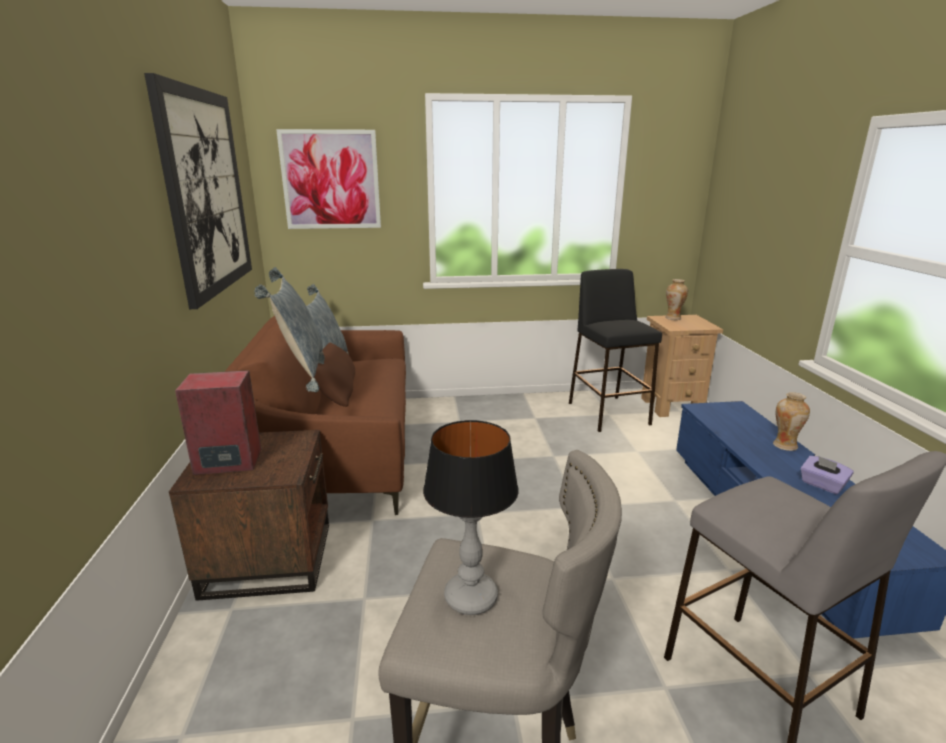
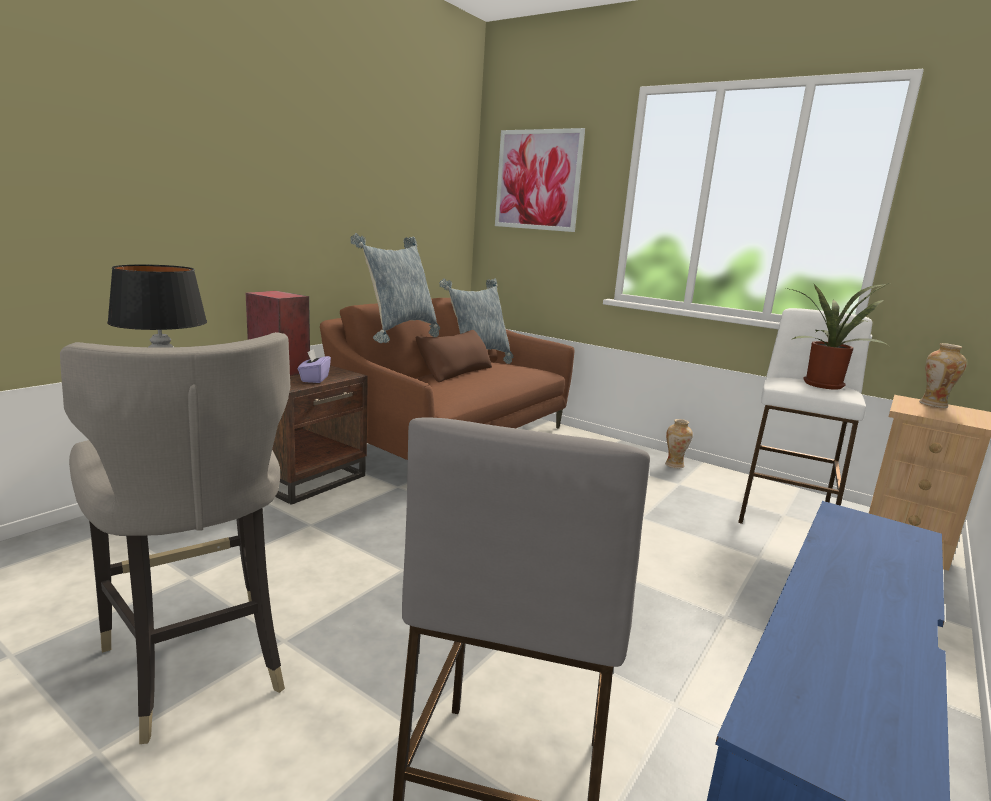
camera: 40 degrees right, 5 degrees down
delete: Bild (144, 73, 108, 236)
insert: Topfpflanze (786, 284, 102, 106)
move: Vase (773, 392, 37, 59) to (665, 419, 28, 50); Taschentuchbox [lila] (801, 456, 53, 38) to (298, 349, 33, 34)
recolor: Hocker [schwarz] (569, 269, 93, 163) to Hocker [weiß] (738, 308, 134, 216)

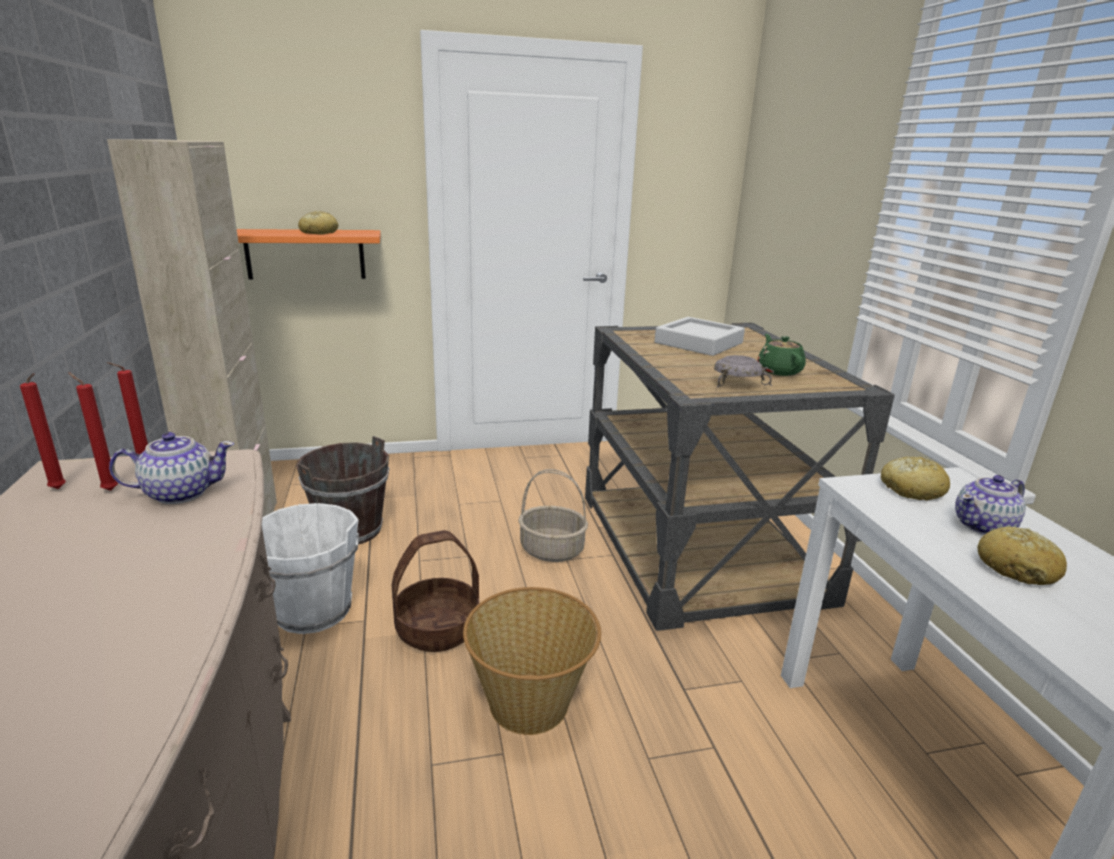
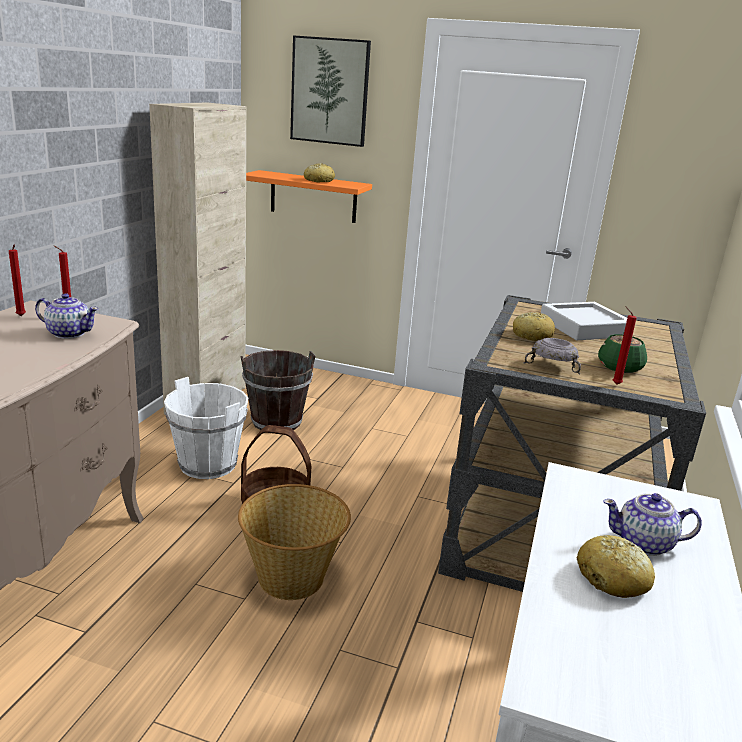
camera: 30 degrees right, 0 degrees up
delete: Korb (518, 469, 70, 93)
insert: Bild (290, 35, 81, 112)
move: Kerze [rot] (68, 372, 50, 119) to (613, 306, 24, 79); Brot (881, 457, 69, 44) to (513, 312, 42, 29)

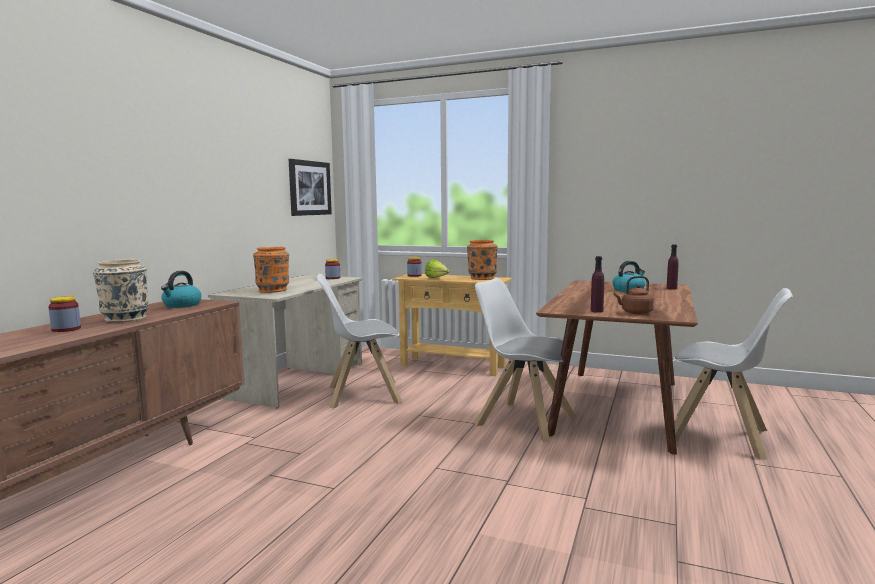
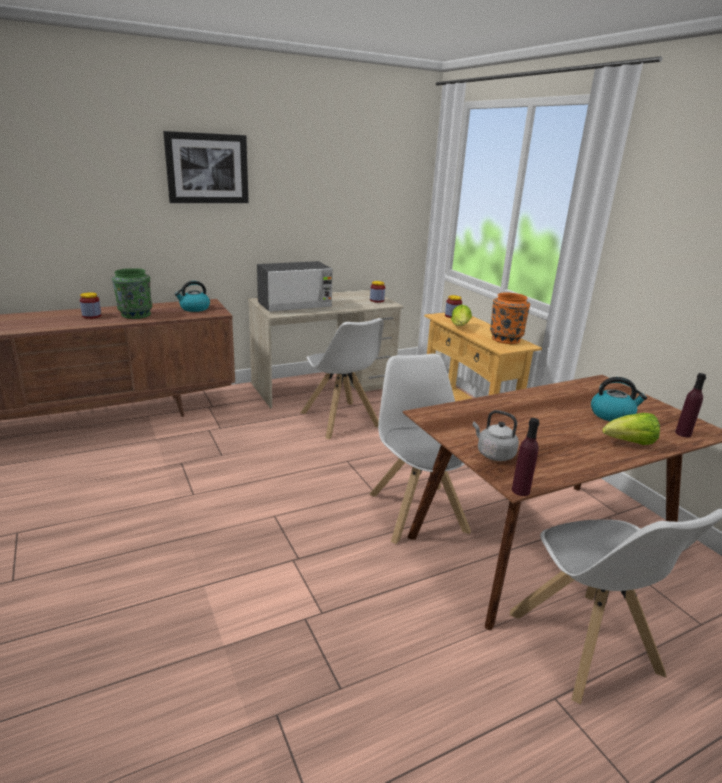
camera: 40 degrees right, 15 degrees up
insert: Salatkopf (602, 413, 58, 32)
move: Bild (289, 159, 43, 57) to (163, 131, 86, 72); Flasche [lila] (591, 256, 13, 57) to (512, 418, 28, 78)
replace: Vase [orange] (253, 247, 36, 46) to Mikrowelle (257, 261, 76, 51)
recolor: Vase [beige] (93, 259, 56, 64) to Vase [grün] (112, 268, 40, 51); Wasserkessel [braun] (614, 276, 40, 38) to Wasserkessel [grau] (473, 410, 46, 51)
rotate: Stuhl (315, 274, 87, 134) = (301, 318, 83, 121) 150 degrees counterclockwise

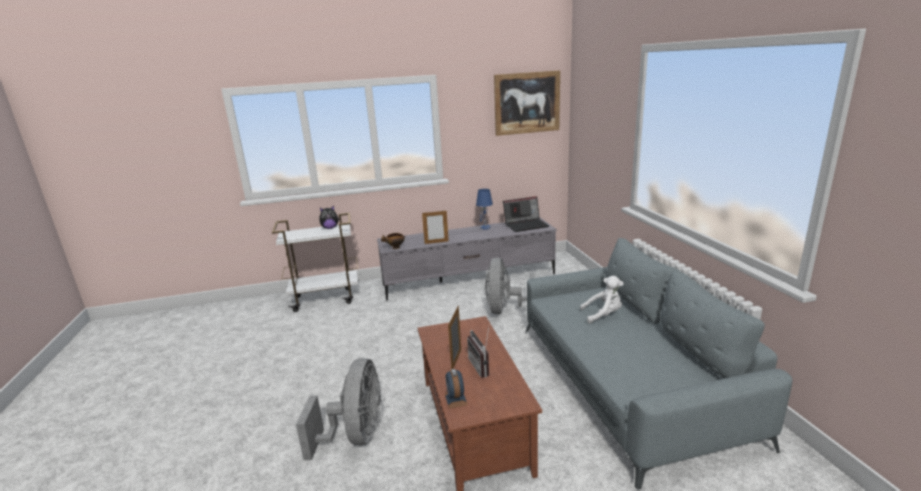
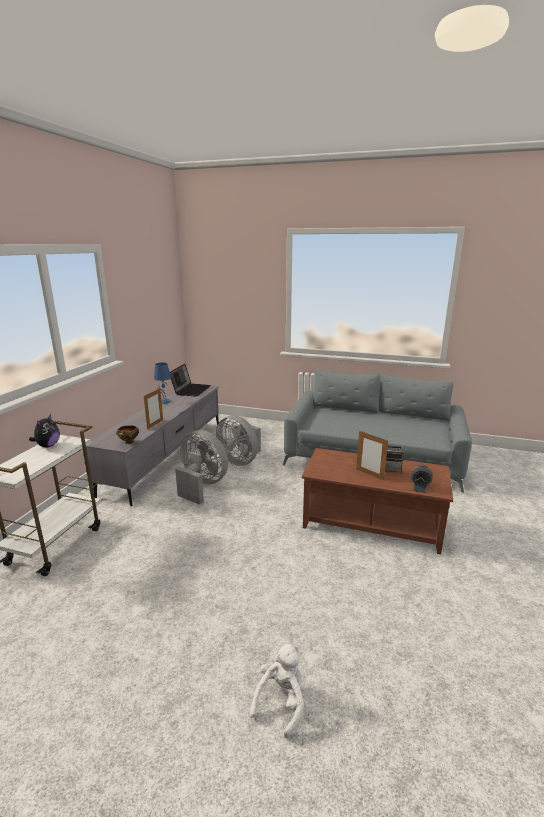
camera: 60 degrees left, 0 degrees up
delete: Bild (494, 70, 66, 66)
move: Plüschtier [weiß] (580, 276, 43, 48) to (249, 644, 55, 95); Ventilator [grau] (296, 358, 85, 102) to (175, 430, 53, 75)

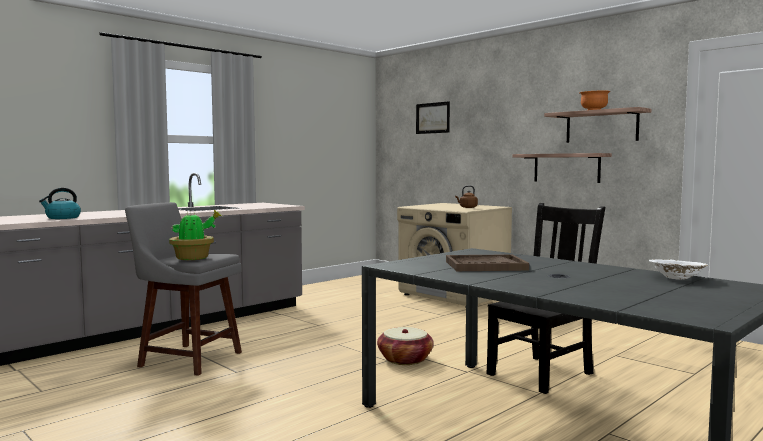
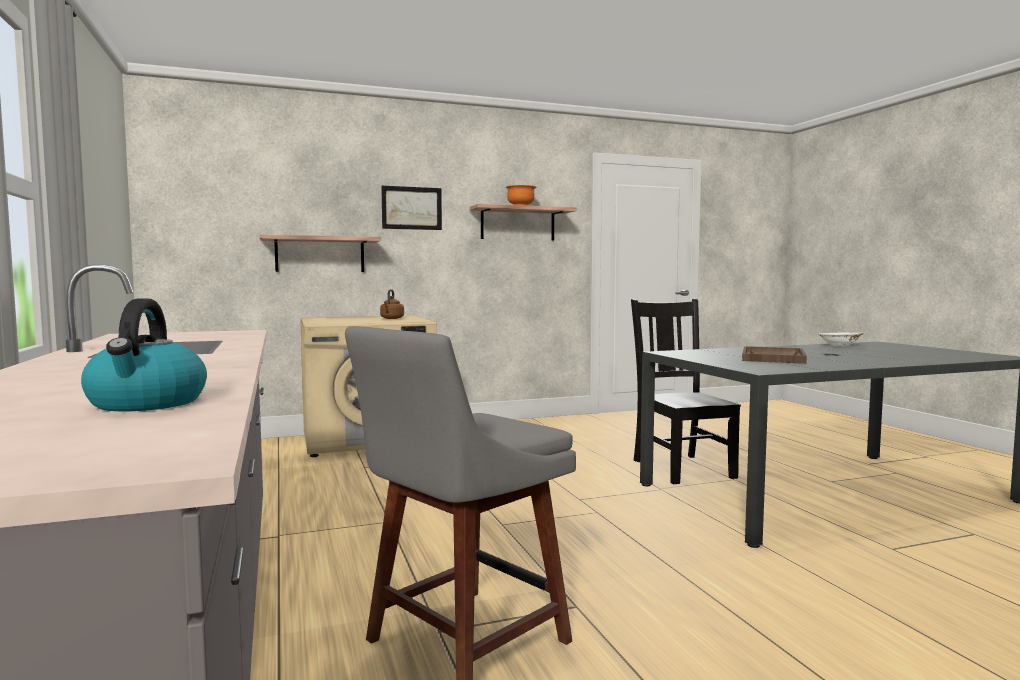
camera: 65 degrees left, 0 degrees up
delete: Topfpflanze (169, 210, 53, 50); Korb (377, 327, 57, 38)
move: Bild (416, 101, 34, 33) to (381, 186, 61, 44); Wandregal (513, 153, 99, 30) to (260, 234, 121, 38)

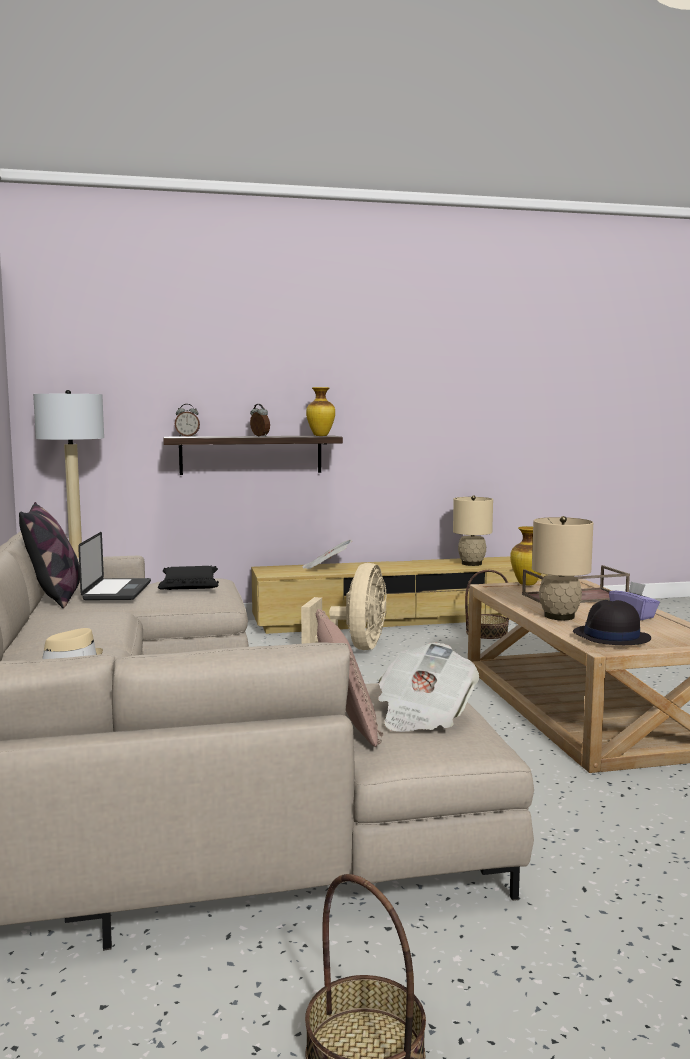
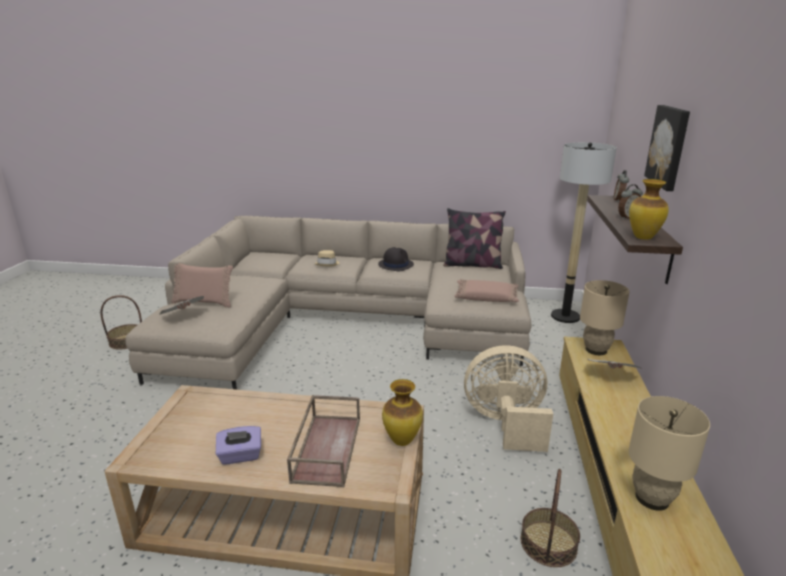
camera: 110 degrees right, 15 degrees up
delete: Laptop (78, 532, 73, 68)
insert: Bild (644, 105, 46, 86)
move: Tischlampe [beige] (532, 516, 61, 104) to (580, 280, 50, 75); Hut [schwarz] (573, 600, 78, 45) to (378, 247, 36, 24)
recolor: Kissen [schwarz] (158, 566, 61, 24) to Kissen [beige] (454, 279, 65, 23)
rotate: Ventilator [beige] (301, 563, 86, 87) = (464, 345, 89, 107) 150 degrees clockwise

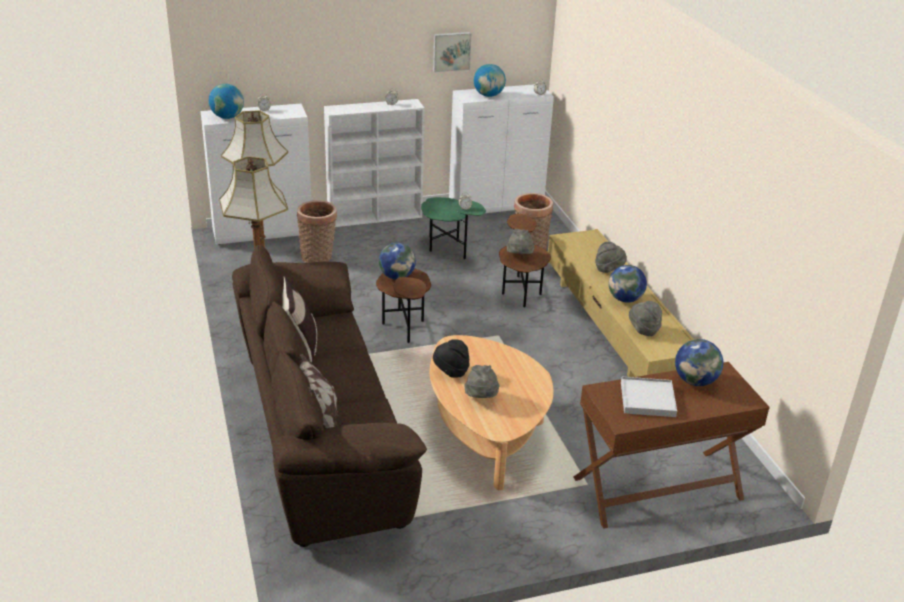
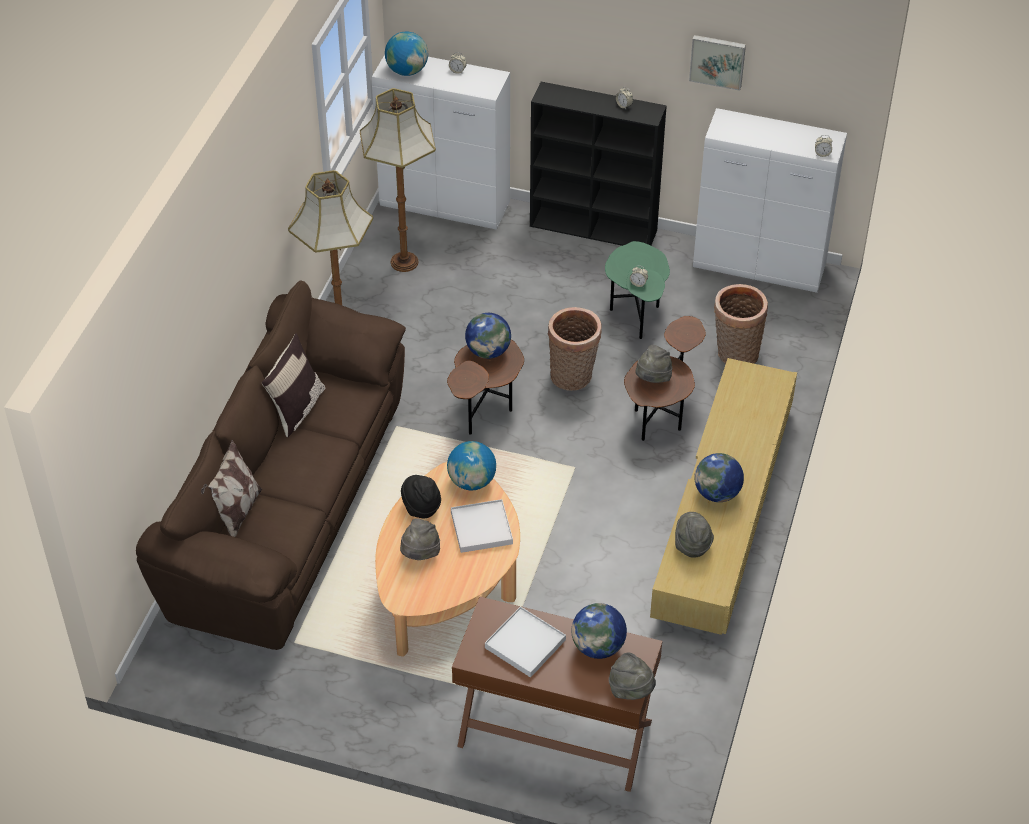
camera: 35 degrees right, 15 degrees up
insert: Tablett [weiß] (451, 499, 62, 54)
move: Globus (474, 64, 32, 33) to (447, 441, 49, 50); Korb (297, 200, 40, 63) to (547, 307, 55, 84); Hut [grau] (595, 242, 32, 31) to (609, 652, 47, 48)
recolor: Bücherregal [weiß] (324, 99, 101, 128) to Bücherregal [schwarz] (530, 82, 137, 164)

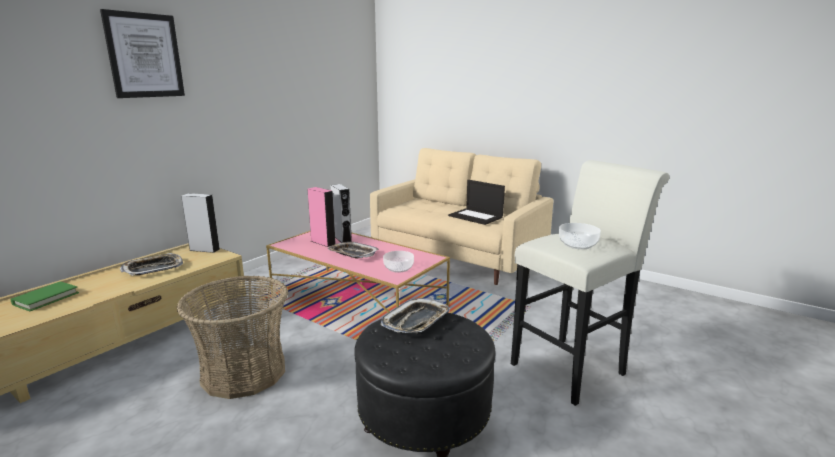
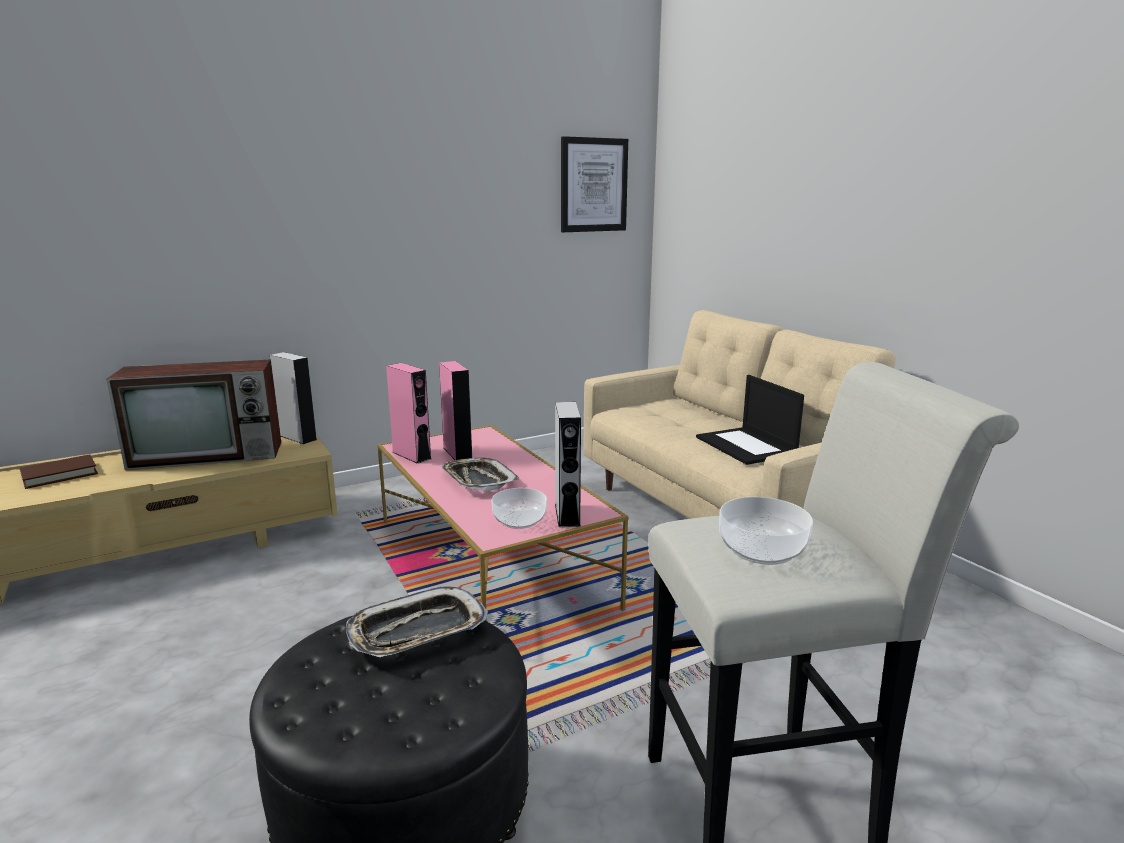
camera: 25 degrees right, 0 degrees up
delete: Korb (177, 276, 111, 123)
insert: Lautsprecher [rosa] (386, 363, 45, 100)
move: Bild (100, 9, 85, 89) to (561, 136, 67, 96); Lautsprecher [grau] (331, 184, 21, 59) to (555, 402, 26, 125)
replace: Tablett (120, 253, 63, 23) to Fernseher (106, 359, 175, 111)
recolor: Buch [grün] (10, 281, 69, 30) to Buch [braun] (20, 454, 78, 35)

